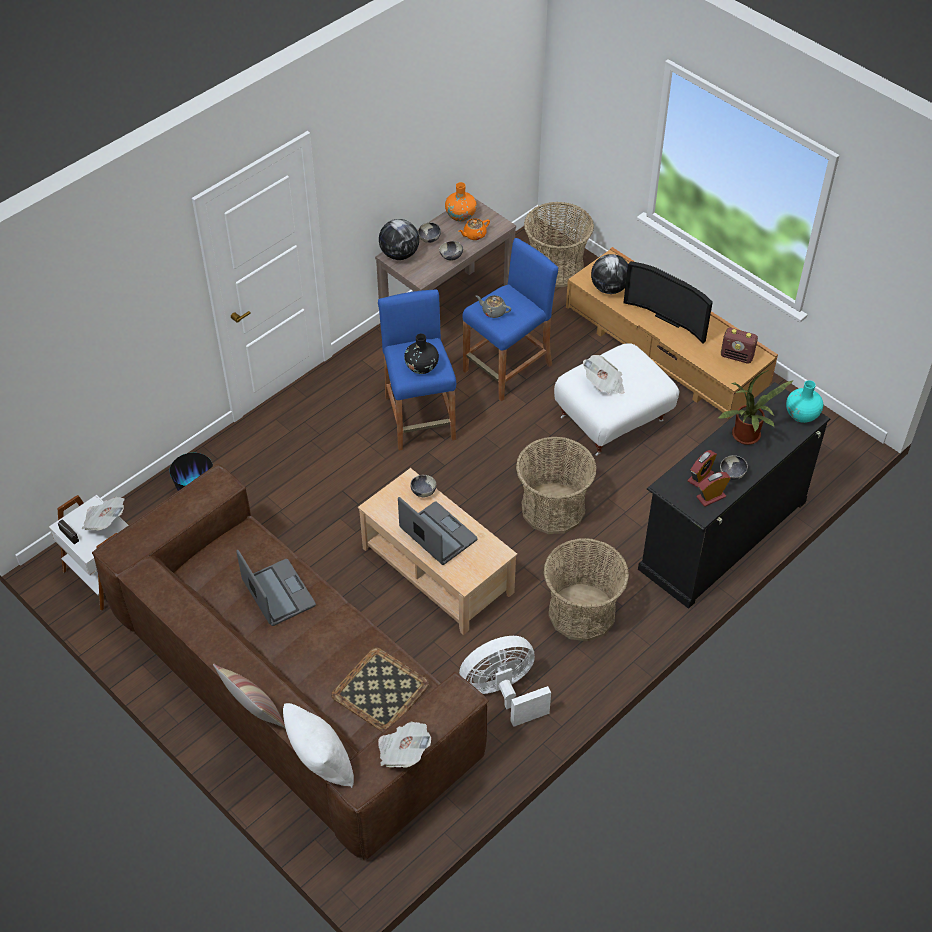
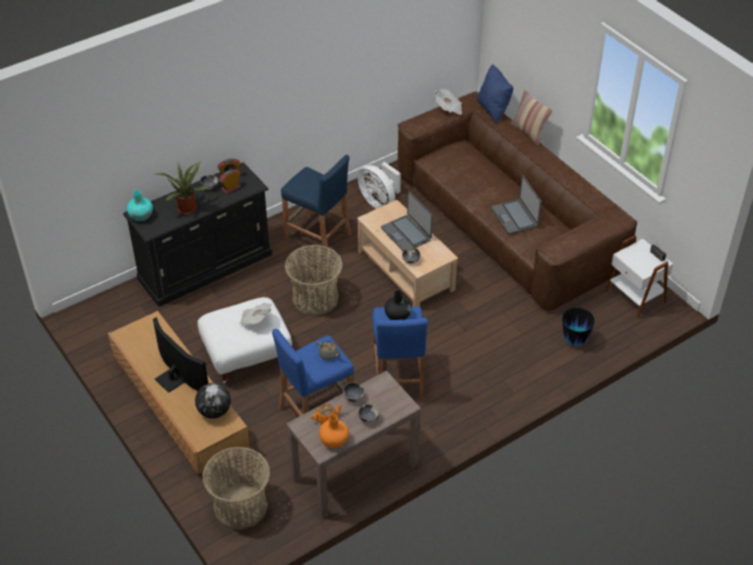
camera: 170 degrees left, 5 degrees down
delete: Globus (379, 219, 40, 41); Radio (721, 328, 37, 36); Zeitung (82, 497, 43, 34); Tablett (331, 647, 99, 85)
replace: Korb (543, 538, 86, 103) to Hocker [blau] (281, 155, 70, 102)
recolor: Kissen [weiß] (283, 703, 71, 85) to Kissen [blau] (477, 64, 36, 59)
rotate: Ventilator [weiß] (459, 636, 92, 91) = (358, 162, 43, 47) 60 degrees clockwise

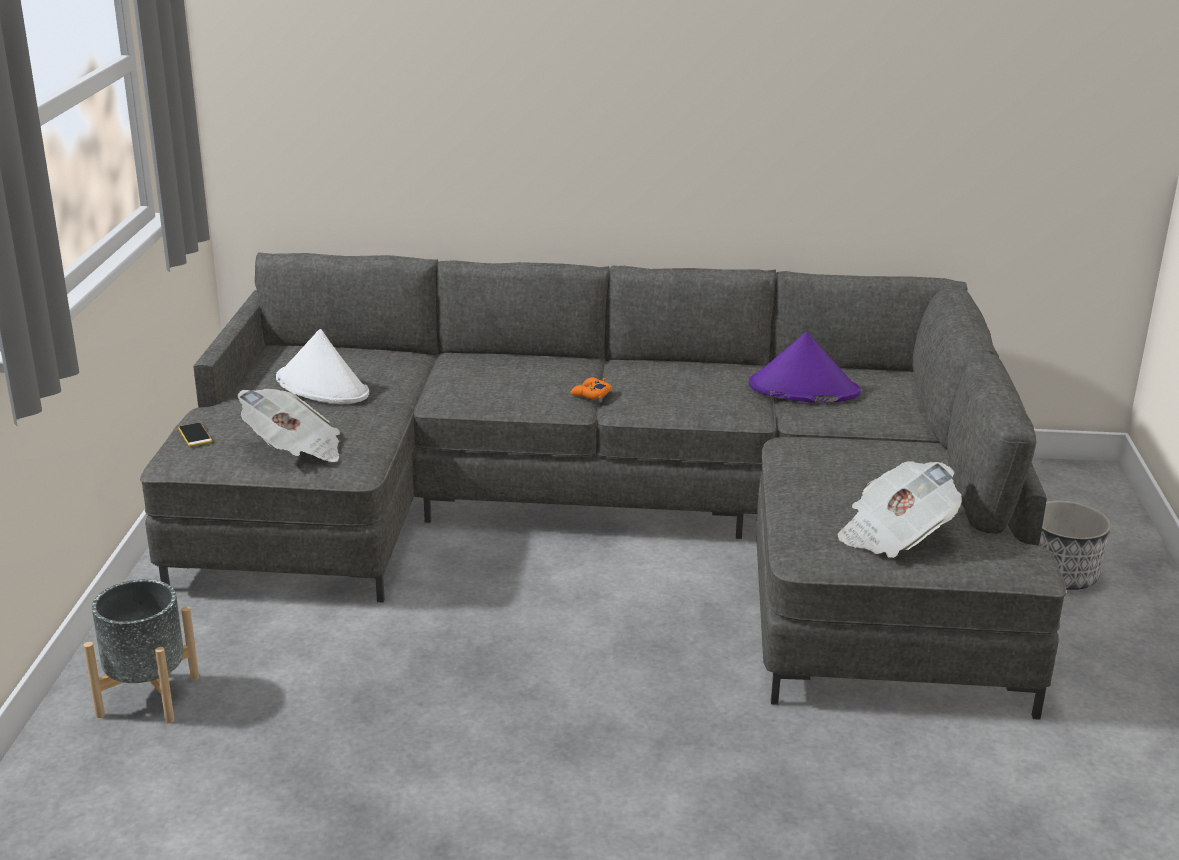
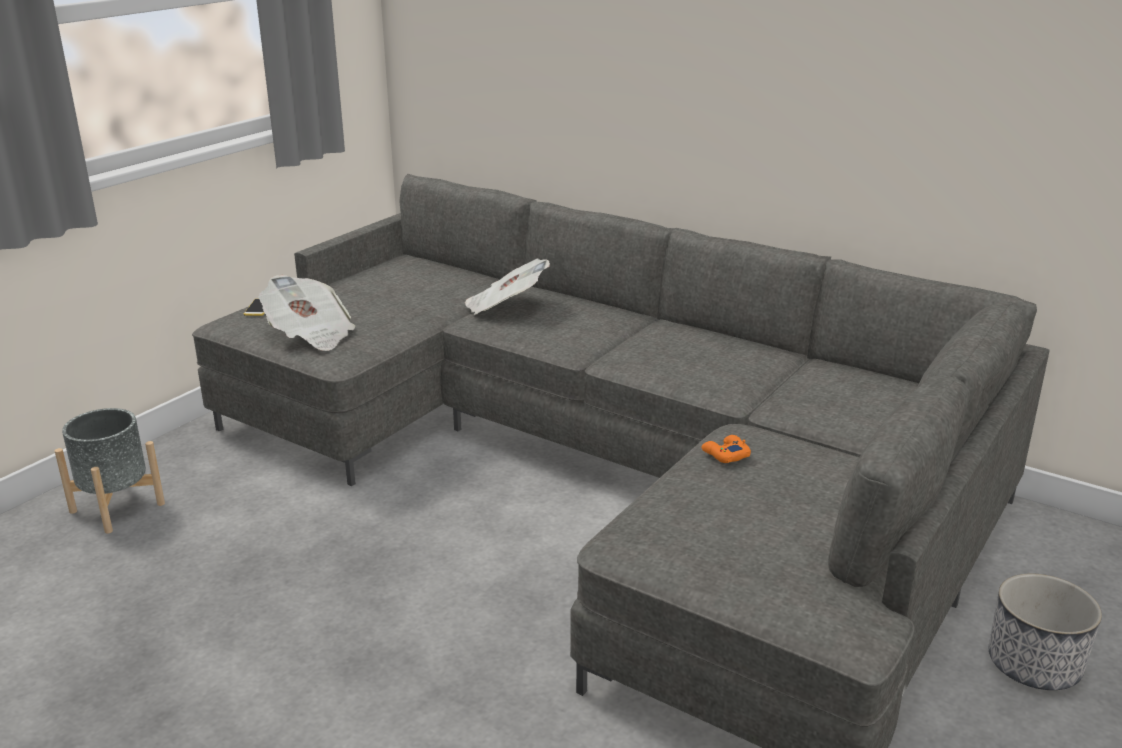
camera: 30 degrees right, 0 degrees up
delete: Hut [weiß] (276, 329, 93, 75); Hut [lila] (749, 332, 112, 71)
move: Gamepad [orange] (570, 378, 42, 22) to (701, 435, 50, 28); Zeitung (838, 461, 124, 97) to (465, 258, 85, 57)

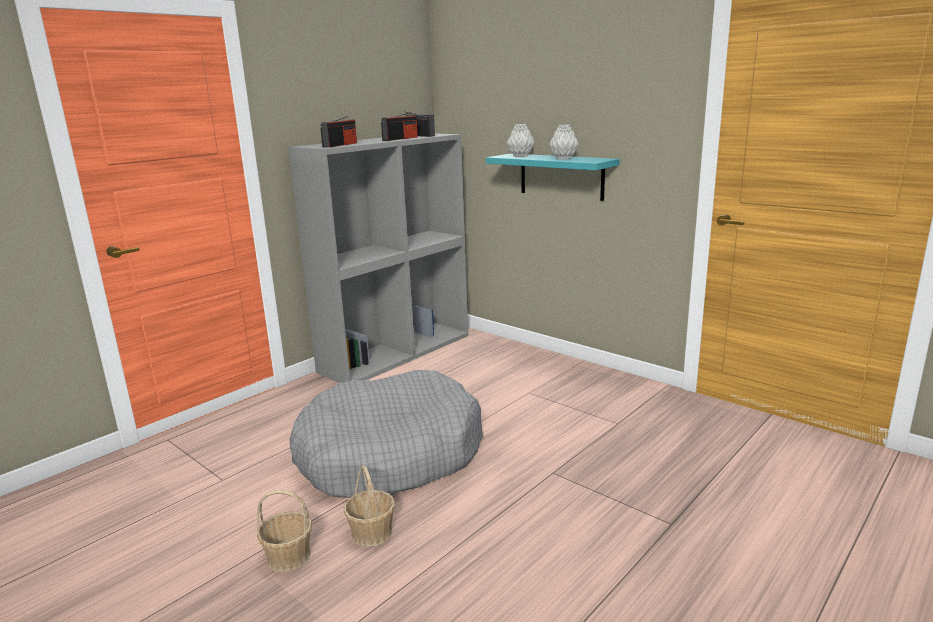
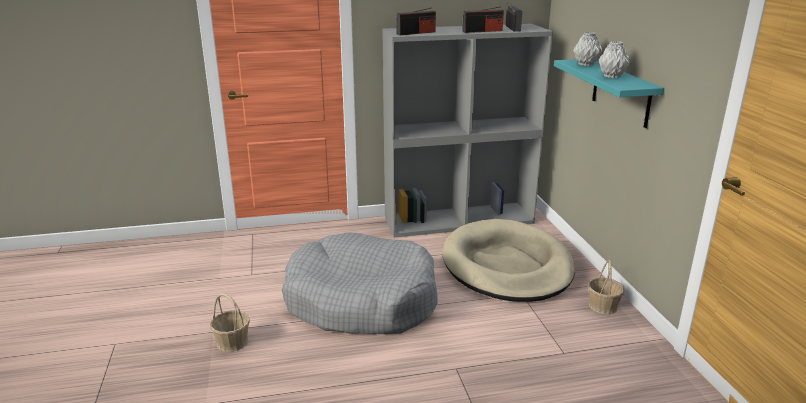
camera: 35 degrees right, 5 degrees up
insert: Hundebett [beige] (442, 219, 133, 83)
move: Korb (344, 465, 51, 82) to (588, 259, 37, 55)

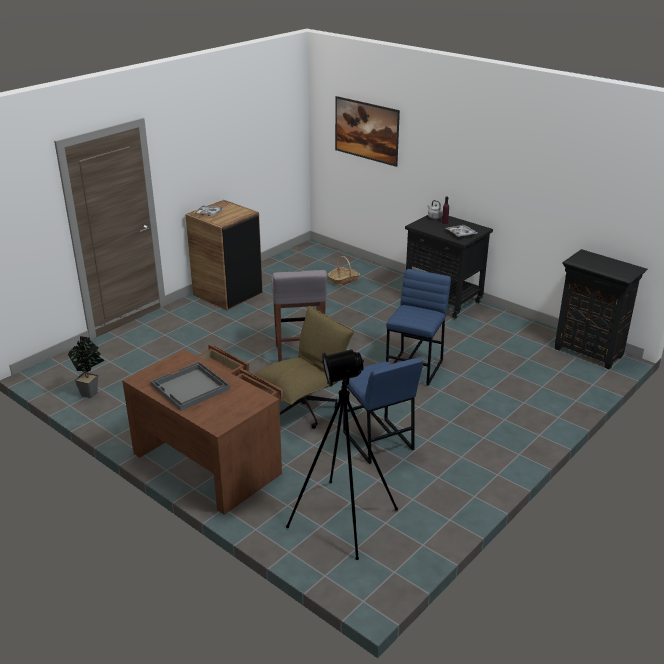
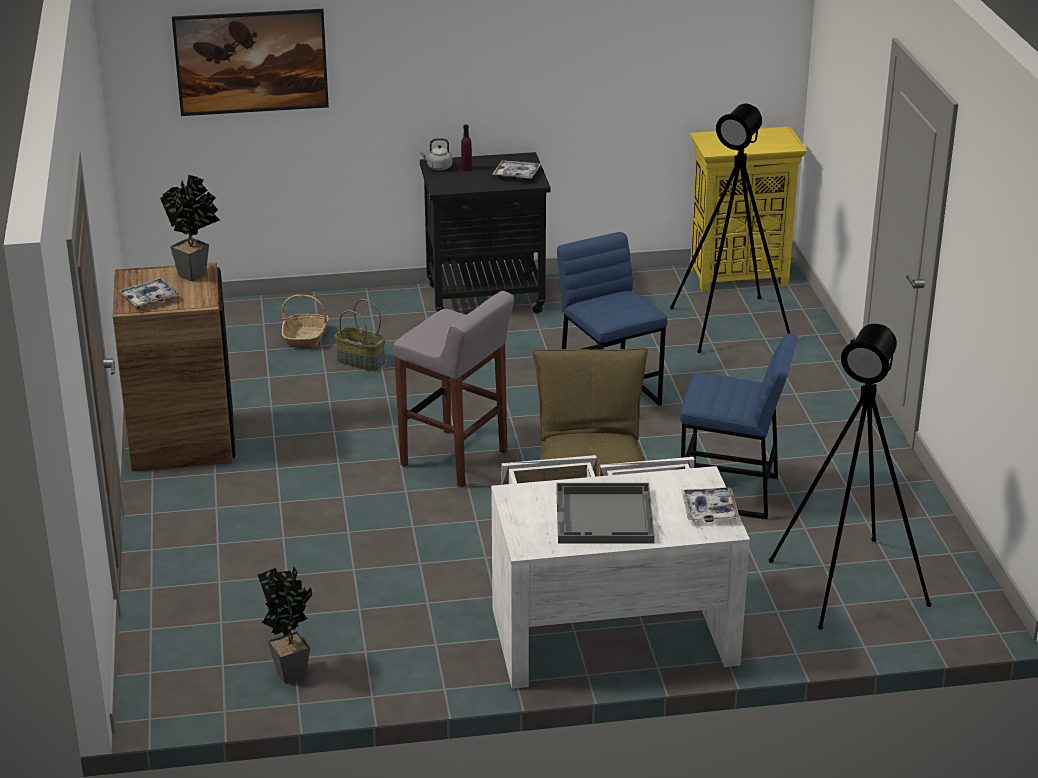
camera: 50 degrees left, 0 degrees up
insert: Stehlampe [schwarz] (670, 103, 120, 250); Topfpflanze (160, 175, 60, 106); Korb (334, 299, 51, 72); Tablett (682, 487, 58, 35)
recolor: Schrank [schwarz] (555, 249, 93, 120) to Schrank [gelb] (689, 127, 118, 164); Schreibtisch [braun] (122, 344, 162, 171) to Schreibtisch [weiß] (491, 455, 259, 234)

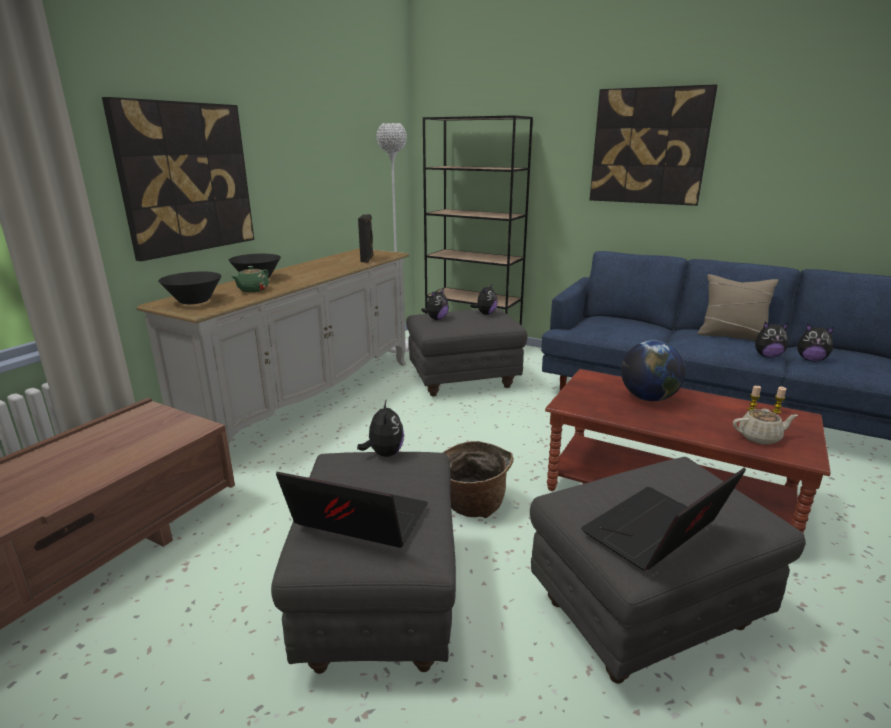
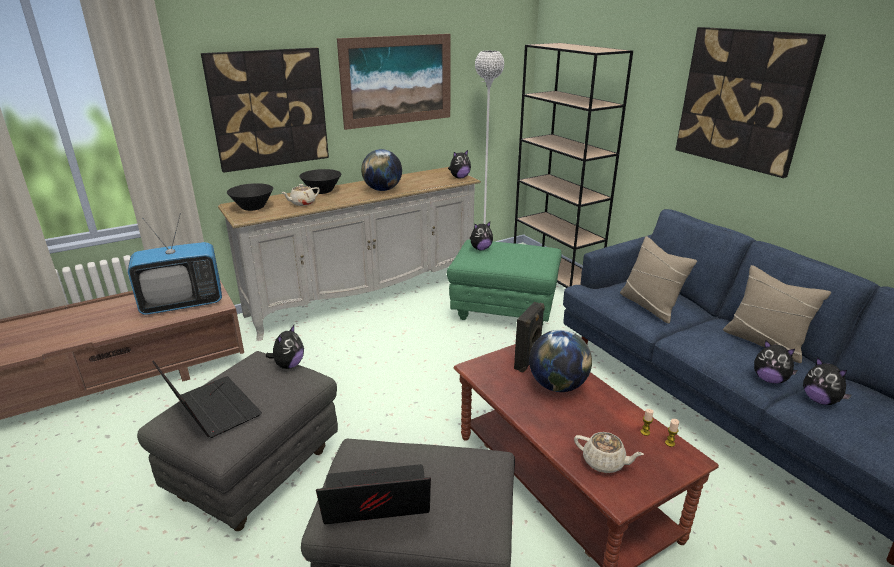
camera: 30 degrees right, 5 degrees up
delete: Korb (442, 441, 72, 77)
insert: Bild (337, 34, 114, 96); Globus (361, 149, 41, 42); Fernseher (128, 213, 94, 102); Kissen [beige] (620, 236, 77, 88)
move: Lautsprecher [schwarz] (358, 214, 15, 49) to (514, 302, 31, 71); Plüschtier (471, 284, 27, 31) to (448, 150, 23, 28)
recolor: Teekanne [grün] (232, 266, 37, 26) to Teekanne [beige] (281, 184, 39, 22); Polsterhocker [grau] (406, 309, 122, 87) to Polsterhocker [grün] (447, 239, 115, 87)

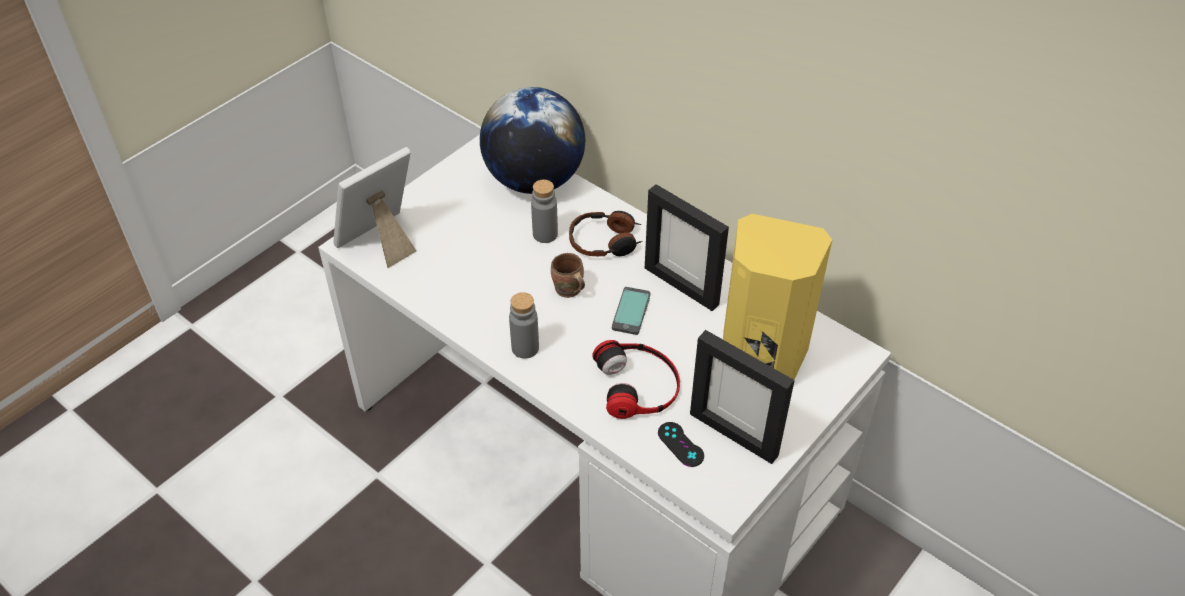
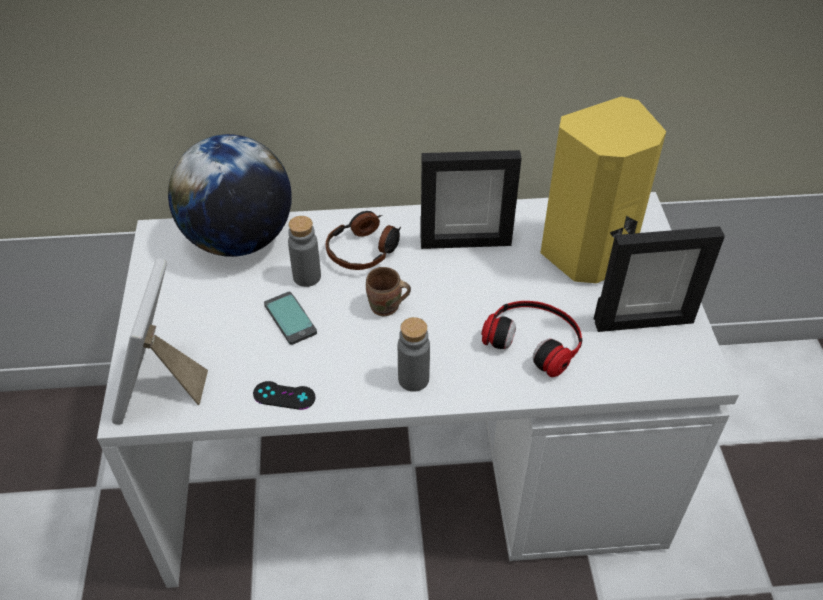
camera: 45 degrees left, 0 degrees up
move: Handy (612, 287, 38, 48) to (264, 292, 53, 53); Gamepad [schwarz] (658, 422, 46, 45) to (253, 381, 63, 29)

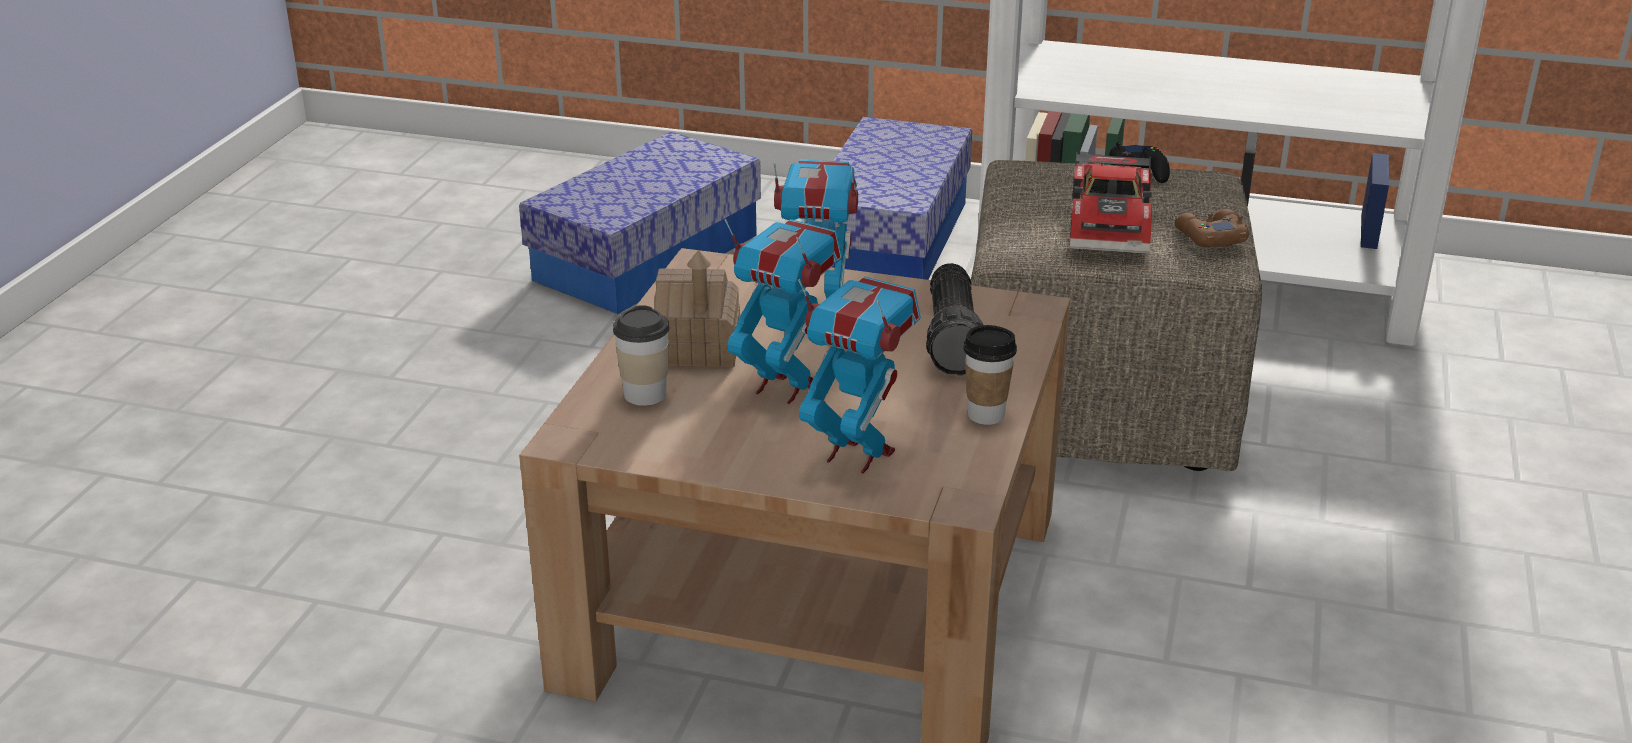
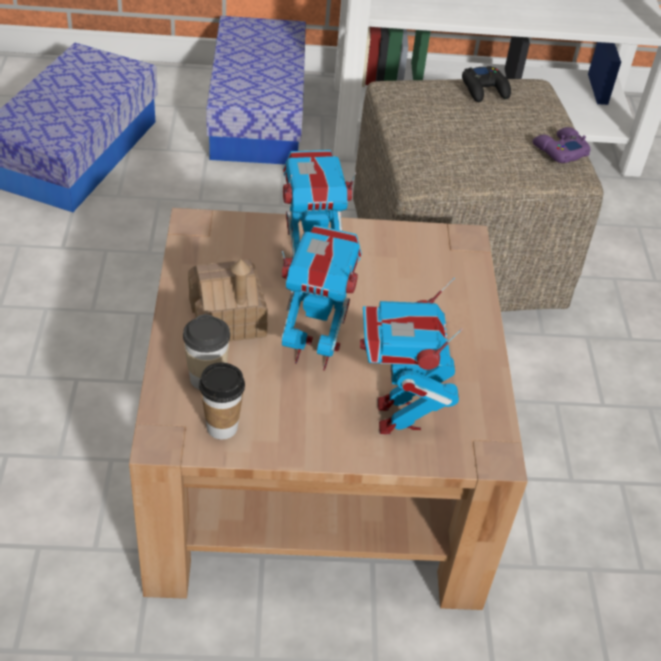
camera: 20 degrees left, 15 degrees up
delete: Spielzeugauto (1070, 152, 82, 102); Taschenlampe (926, 263, 57, 113)
move: Tasse (963, 325, 54, 100) to (199, 362, 46, 78)
recolor: Gamepad [braun] (1175, 209, 74, 38) to Gamepad [lila] (532, 127, 58, 36)
rotate: Spielzeugroboter (798, 276, 123, 197) = (360, 277, 103, 158) 105 degrees counterclockwise

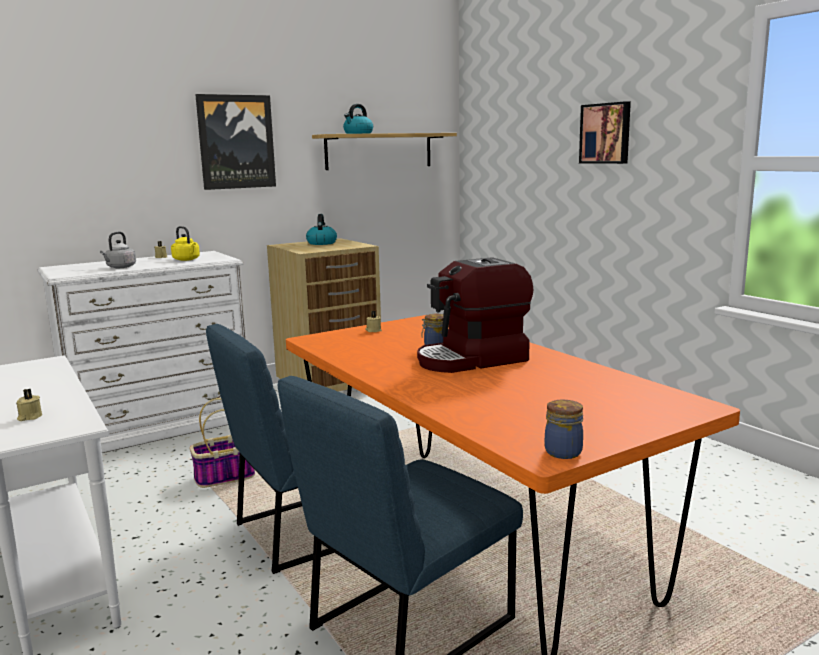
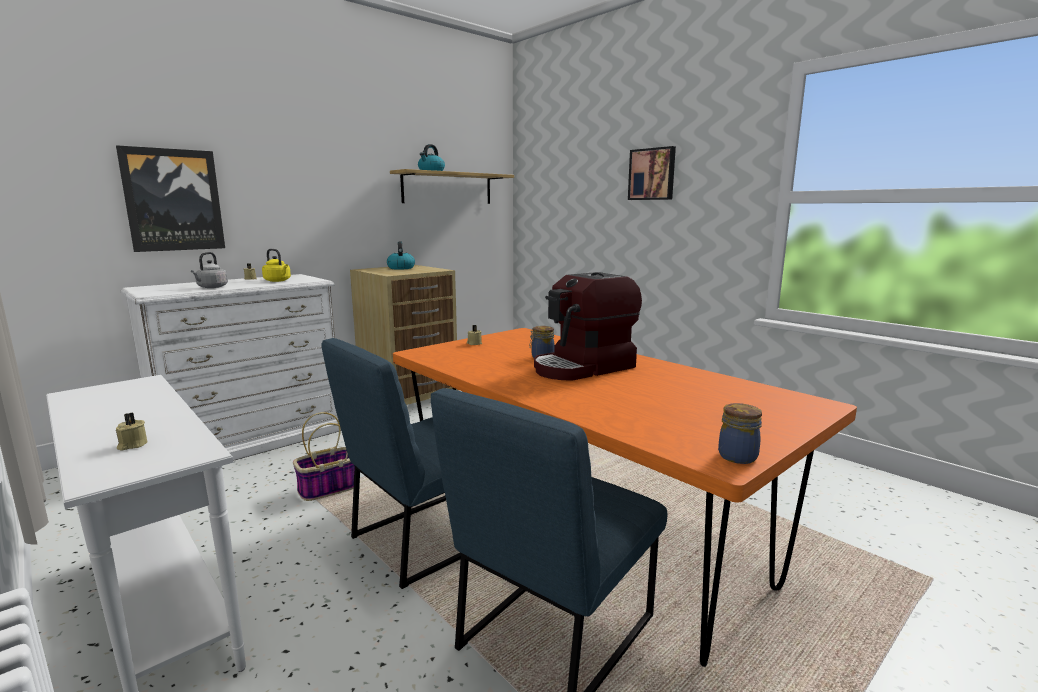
camera: 10 degrees left, 0 degrees up
move: Bild (195, 94, 81, 96) to (116, 145, 109, 107)

